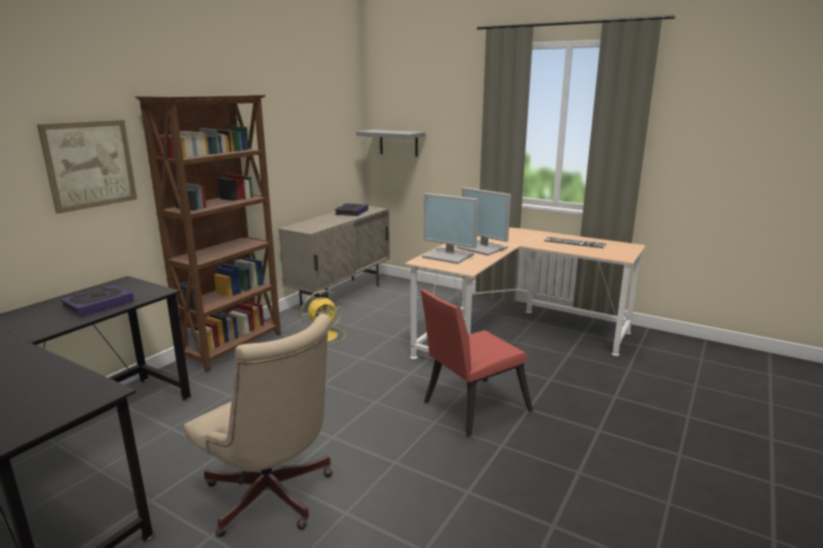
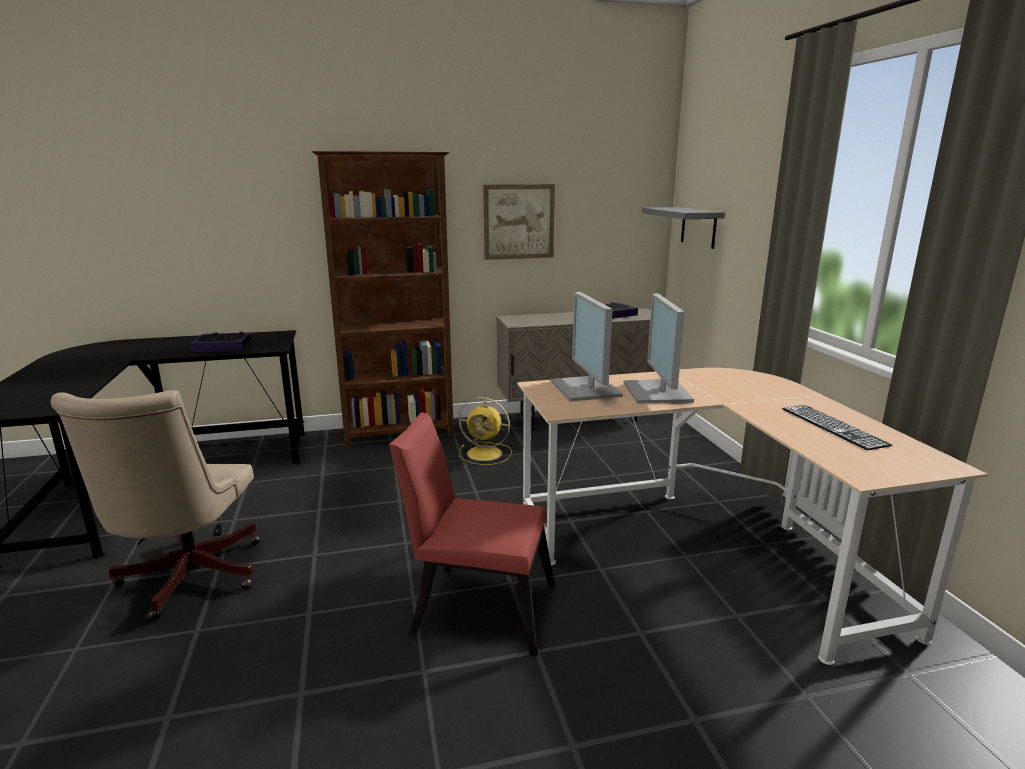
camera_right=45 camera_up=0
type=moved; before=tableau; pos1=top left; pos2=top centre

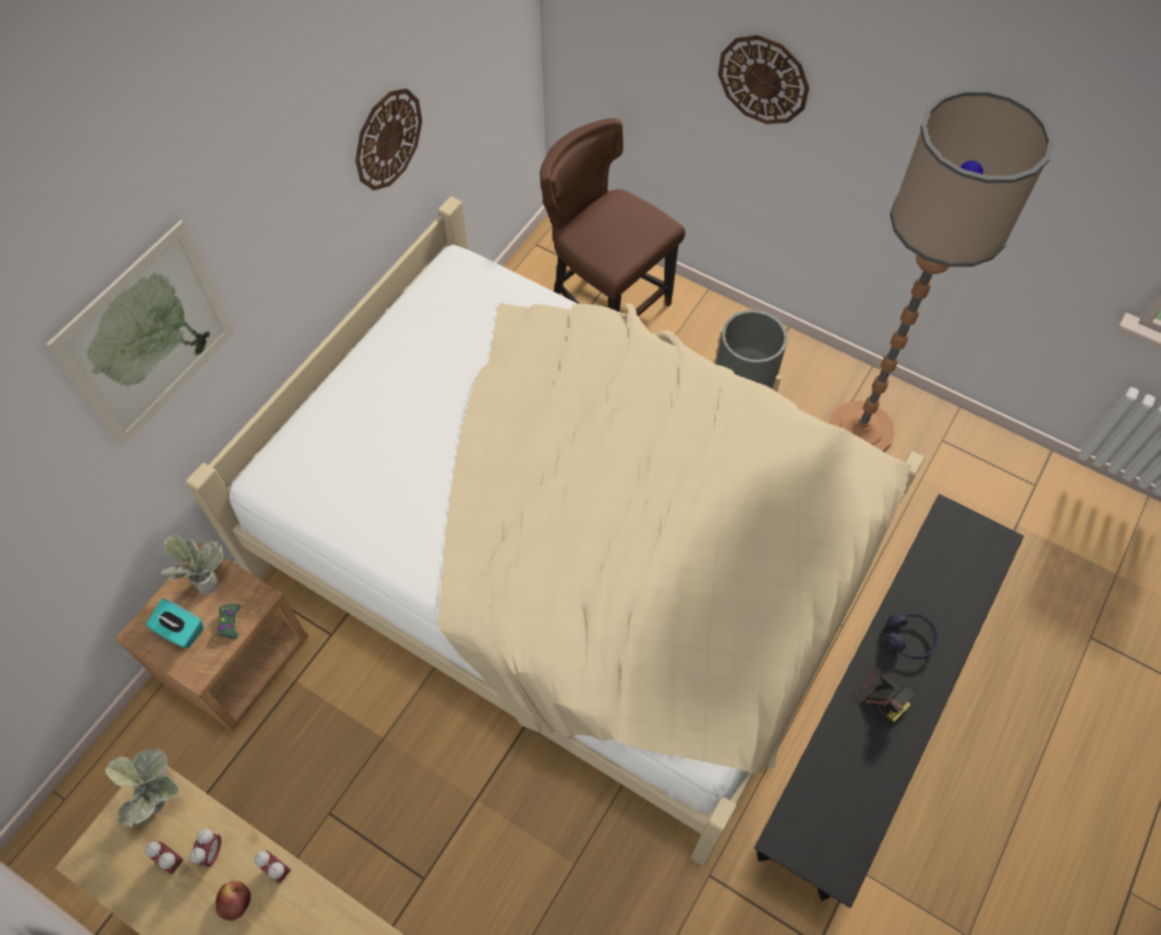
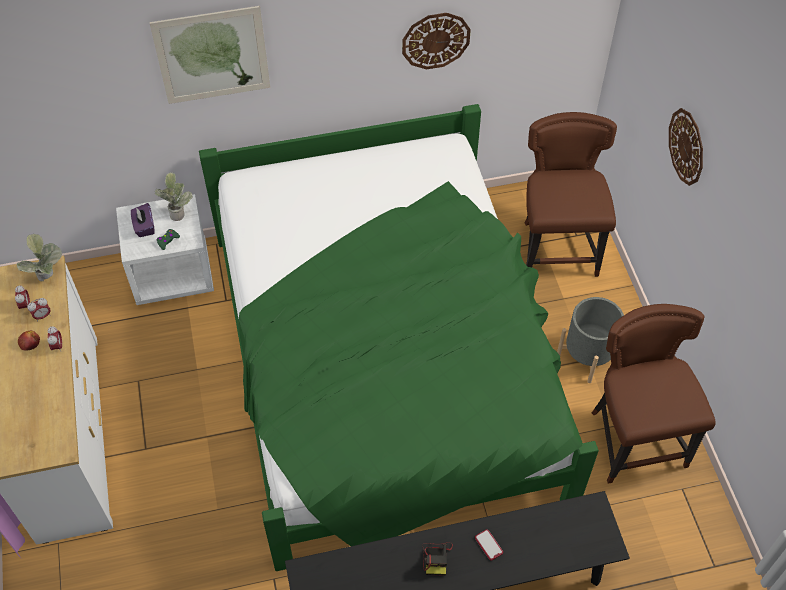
camera_right=45 camera_up=-5
type=recoloured; before=table de chevet [marron]; after=table de chevet [blanc]; pos1=bottom left; pos2=middle left
type=recoloured; before=boîte à mouchoirs [turquoise]; after=boîte à mouchoirs [violet]; pos1=middle left; pos2=middle left
type=recoloured; before=lit [beige]; after=lit [vert]; pos1=centre; pos2=centre
type=replaced; before=casque audio [violet]; after=téléphone; pos1=bottom right; pos2=bottom centre
type=replaced; before=lampadaire; after=chaise [marron] (2nd from left); pos1=top right; pos2=bottom right

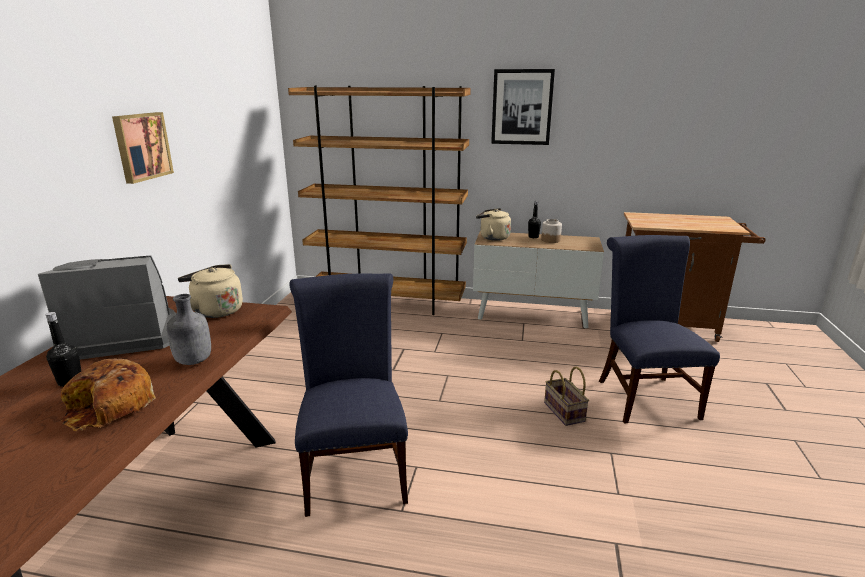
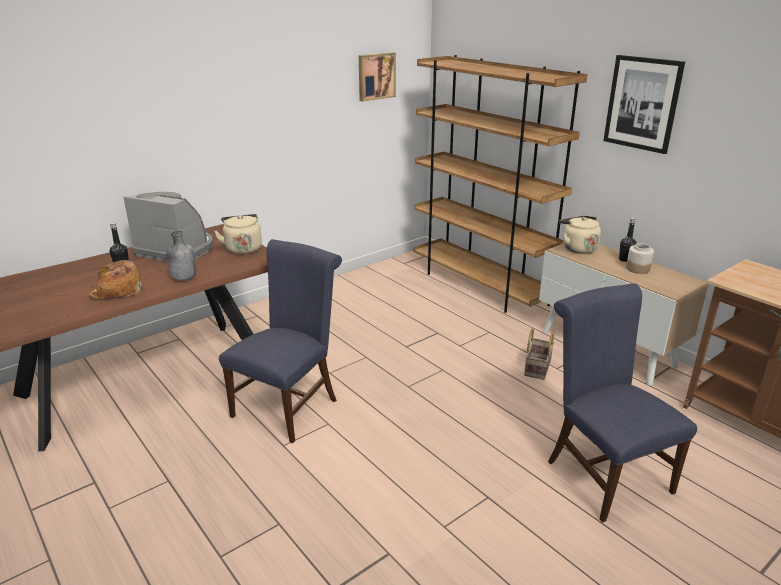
camera_right=40 camera_up=5
type=moved; before=tableau (1st from left); pos1=top left; pos2=top centre
type=moved; before=panier; pos1=bottom centre; pos2=middle right
type=turned; before=chaise [bleu] (2nd from left); pos1=middle right; pos2=bottom right; turn=-60

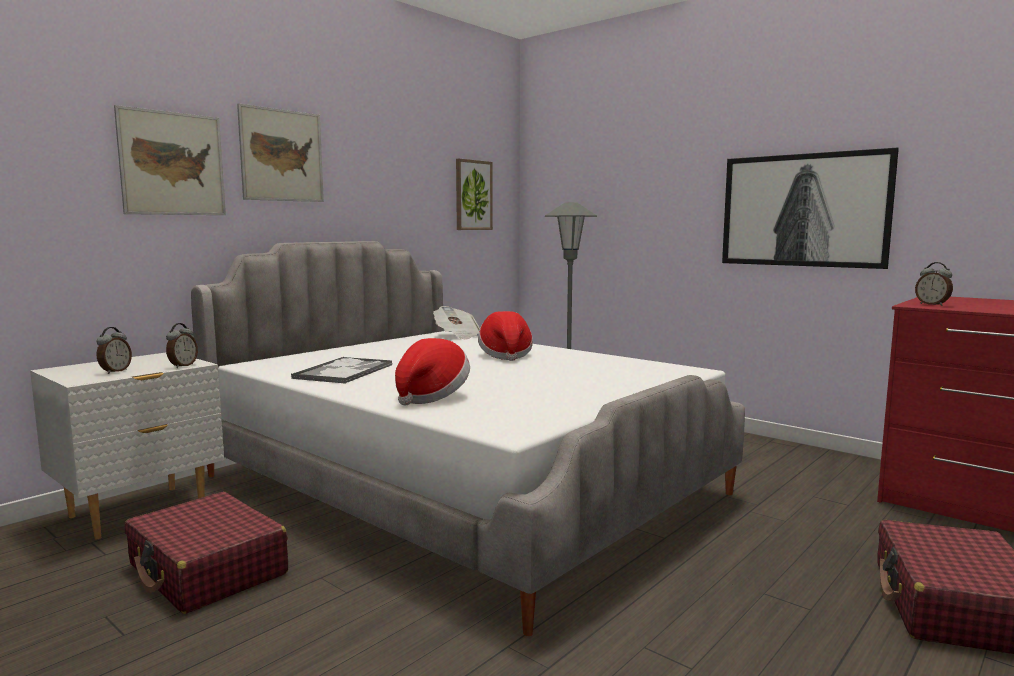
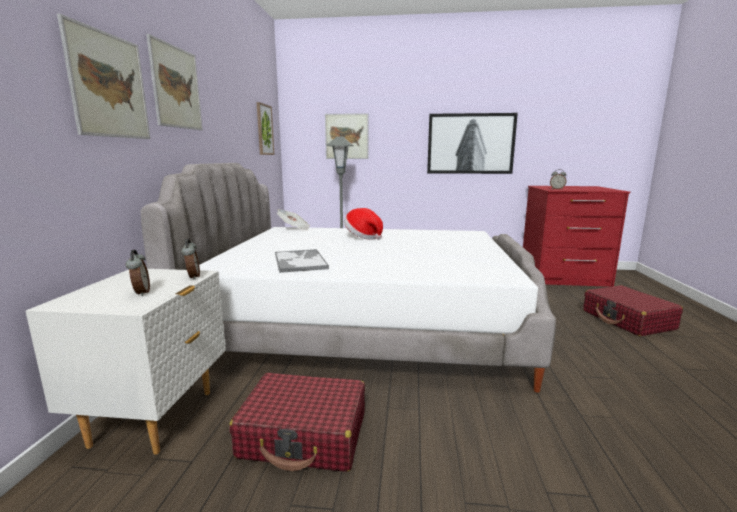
camera_right=-35 camera_up=5
type=added; after=tableau (4th from left); pos2=top centre
type=removed; before=chapeau (1st from left); pos1=centre

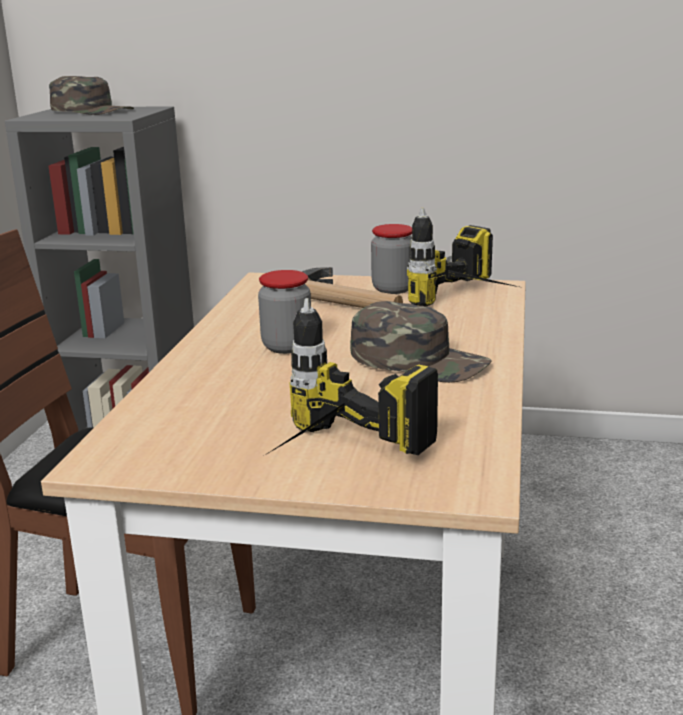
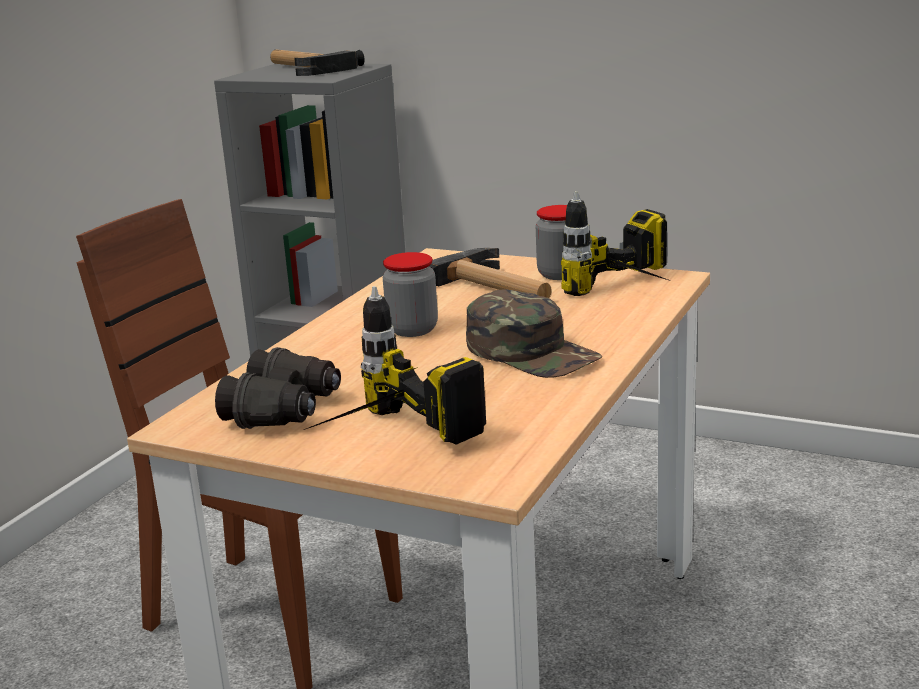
camera_right=15 camera_up=0
type=added; after=jumelles [noir]; pos2=middle left
type=replaced; before=casquette [vert] (1st from left); after=marteau (1st from left); pos1=top left; pos2=top centre

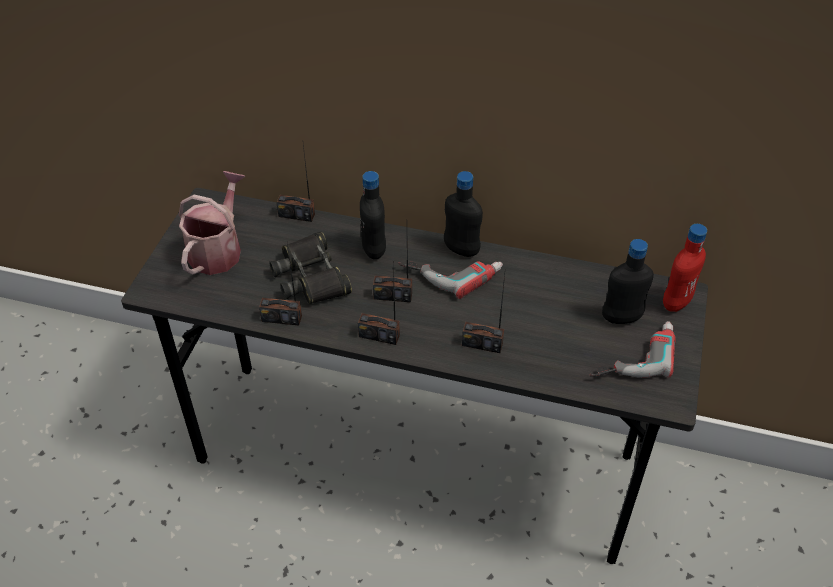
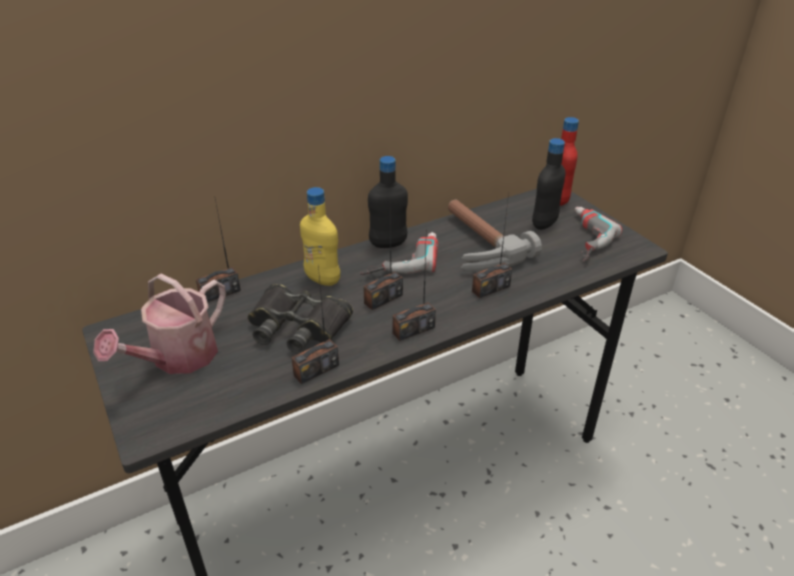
camera_right=-45 camera_up=-10
type=turned; before=arrosoir; pos1=middle left; pos2=middle left; turn=-120
type=recoloured; before=bouteille [noir] (1st from left); after=bouteille [jaune]; pos1=centre; pos2=centre
type=added; after=marteau; pos2=centre

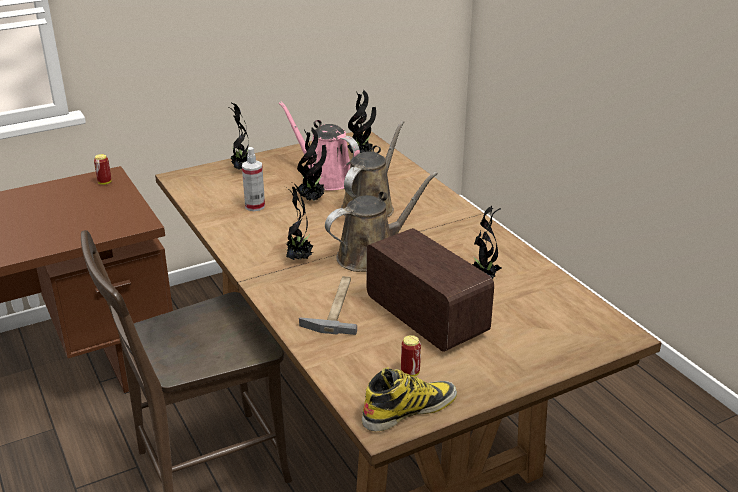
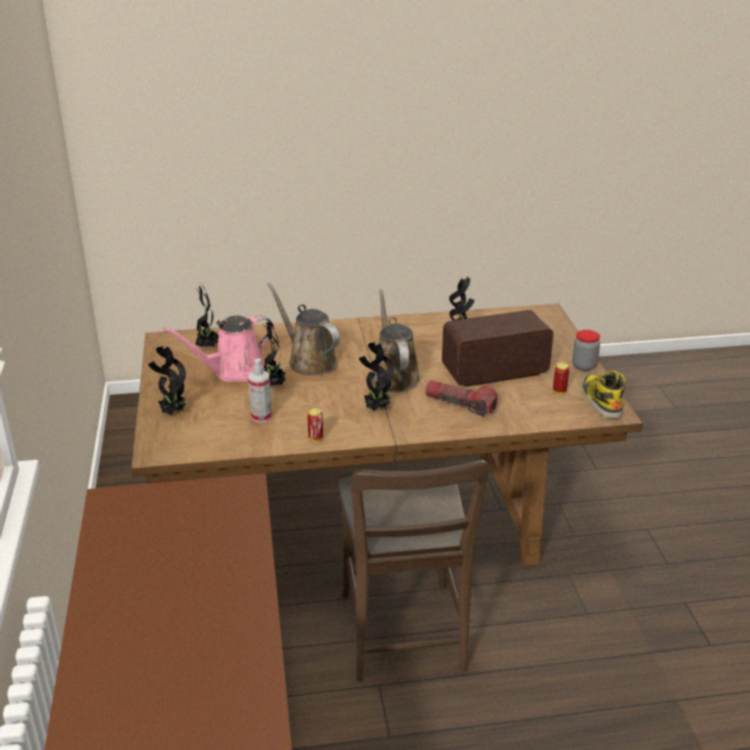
camera_right=-70 camera_up=0
type=moved; before=boîte métallique (1st from left); pos1=middle left; pos2=centre
type=replaced; before=marteau; after=lampe de poche; pos1=centre; pos2=centre
type=added; after=bocal; pos2=middle right

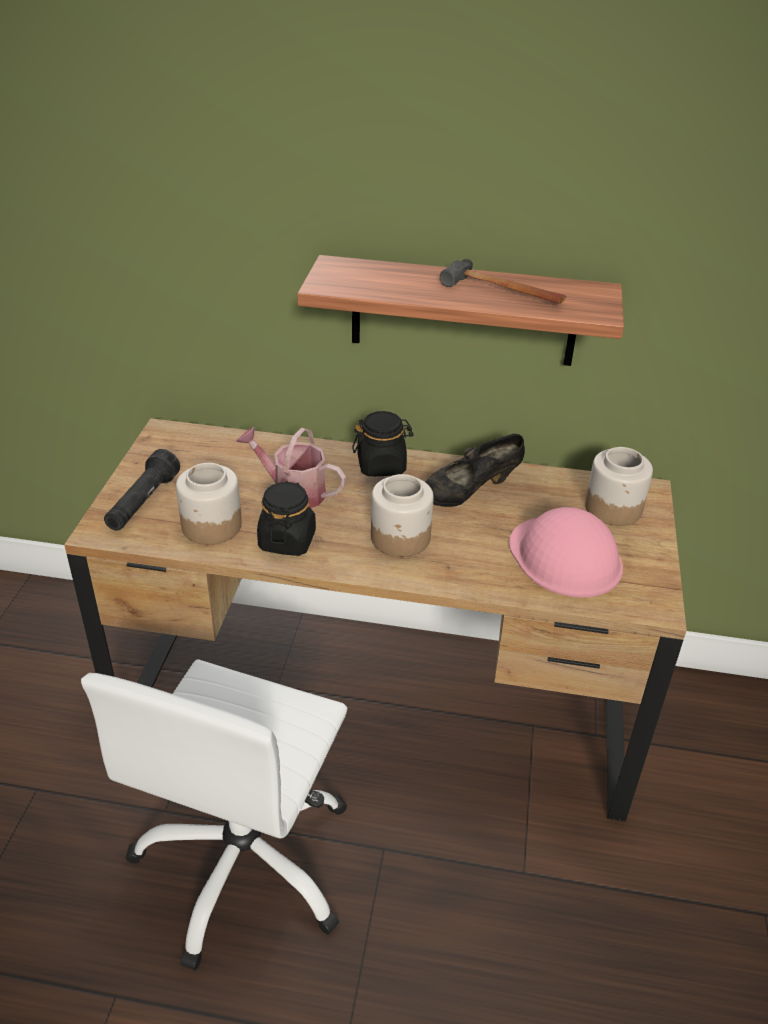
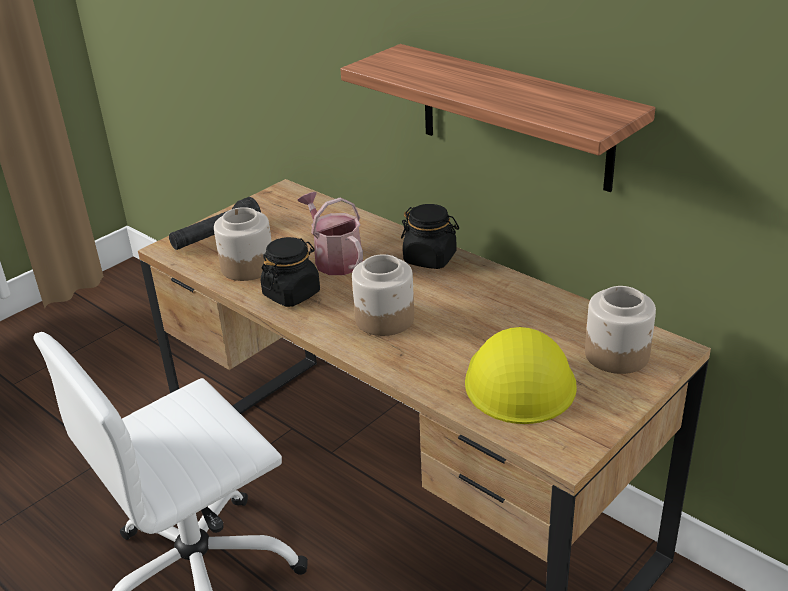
camera_right=35 camera_up=-5
type=recoloured; before=casque de chantier [rose]; after=casque de chantier [jaune]; pos1=middle right; pos2=centre
type=removed; before=chaussure [noir]; pos1=centre
type=removed; before=marteau; pos1=top centre

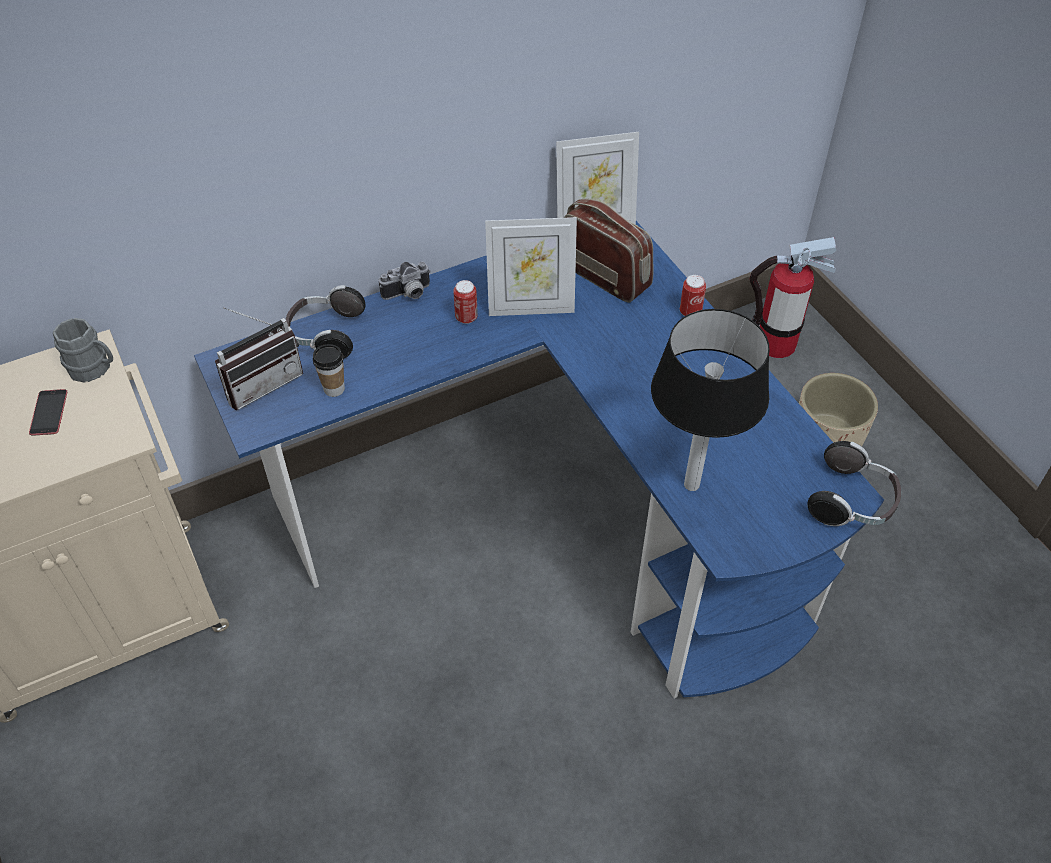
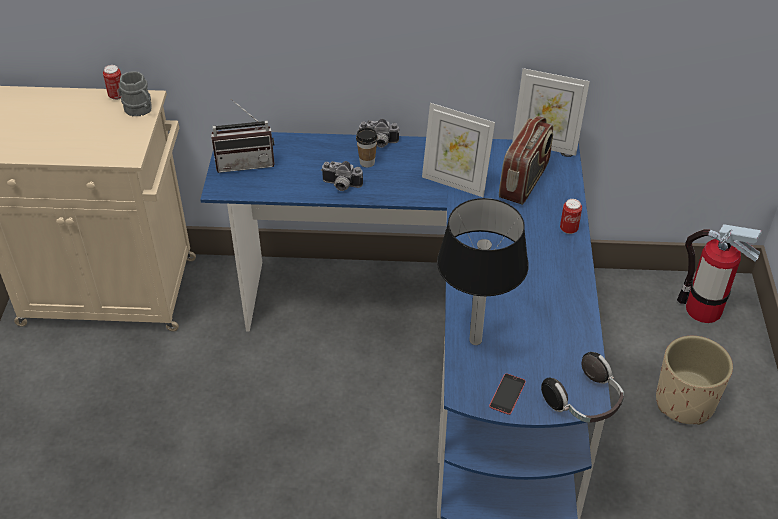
camera_right=30 camera_up=-5
type=moved; before=boîte métallique (1st from left); pos1=centre; pos2=top left
type=added; after=appareil photo (1st from left); pos2=centre
type=moved; before=tasse; pos1=middle left; pos2=top centre
type=moved; before=téléphone; pos1=middle left; pos2=bottom centre
type=turned; before=radio (2nd from left); pos1=top centre; pos2=top right; turn=45
type=removed; before=casque audio (1st from left); pos1=middle left

